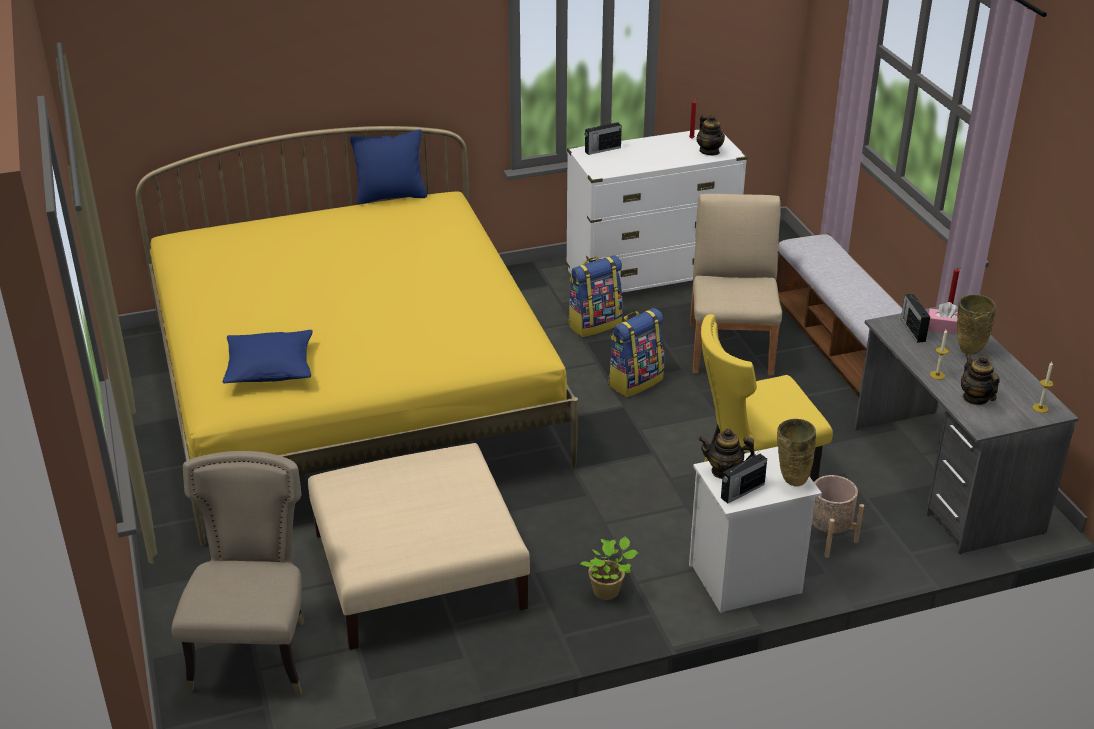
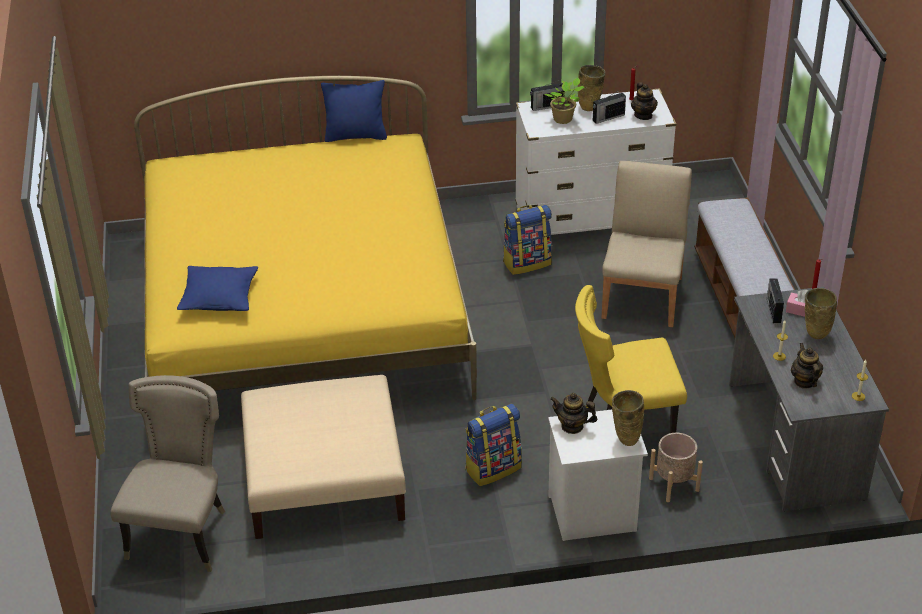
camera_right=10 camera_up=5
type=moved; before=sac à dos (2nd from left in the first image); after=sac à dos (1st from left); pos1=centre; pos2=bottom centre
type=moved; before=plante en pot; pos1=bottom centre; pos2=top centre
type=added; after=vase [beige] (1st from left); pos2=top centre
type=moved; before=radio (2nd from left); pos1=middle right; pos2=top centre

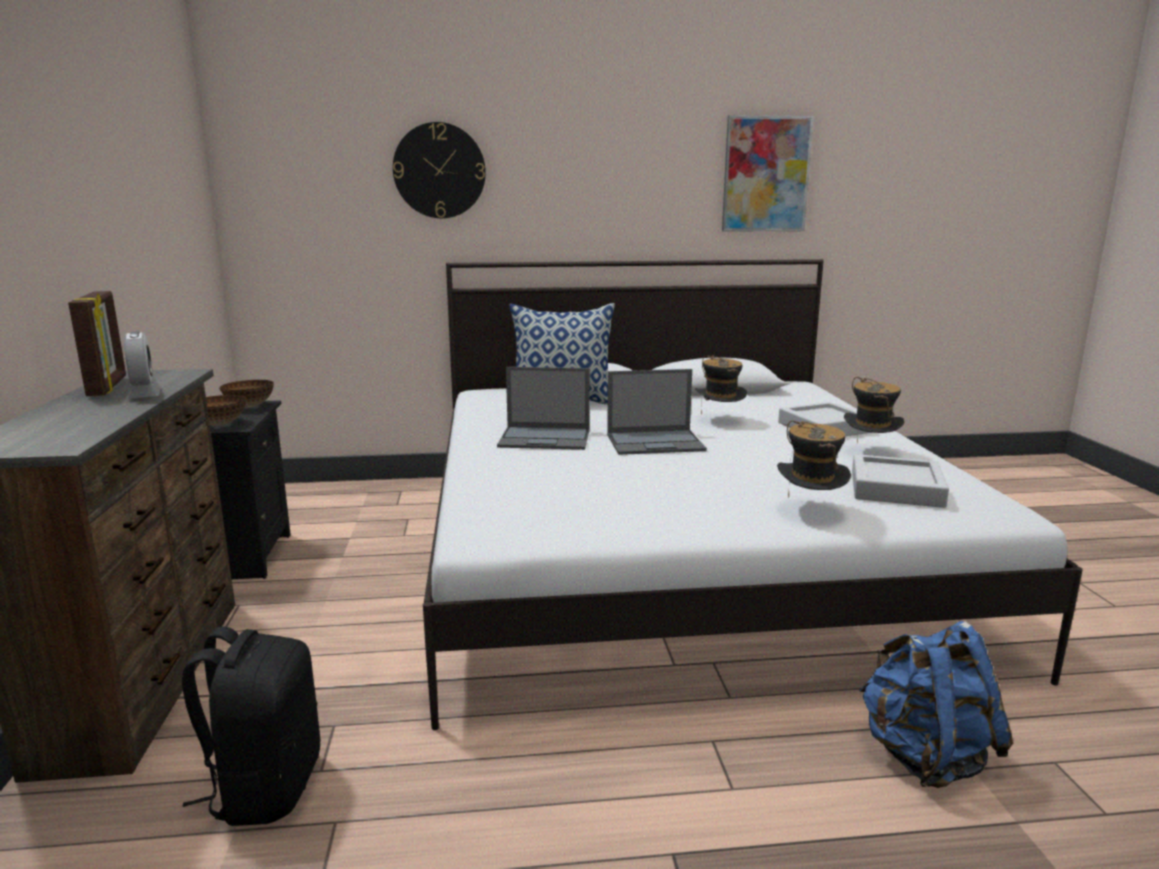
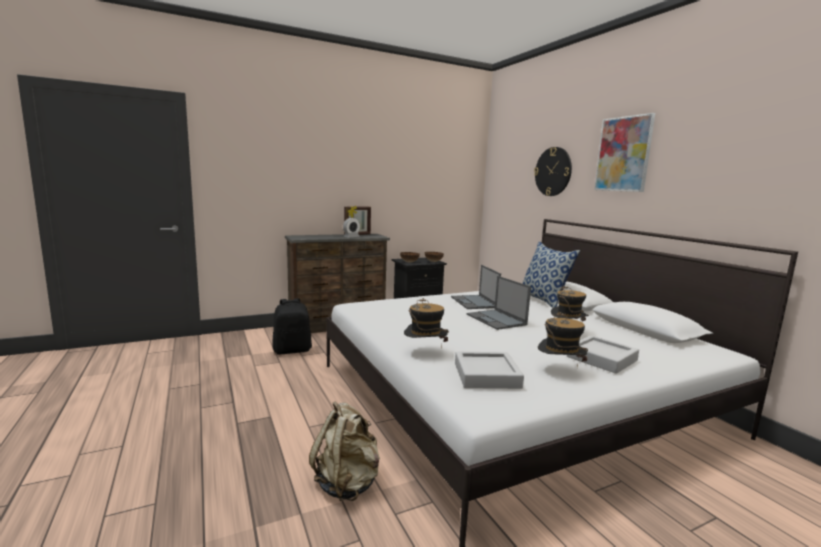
camera_right=70 camera_up=-5
type=recoloured; before=sac à dos [bleu]; after=sac à dos [beige]; pos1=bottom right; pos2=bottom centre
type=moved; before=tableau; pos1=top centre; pos2=top right

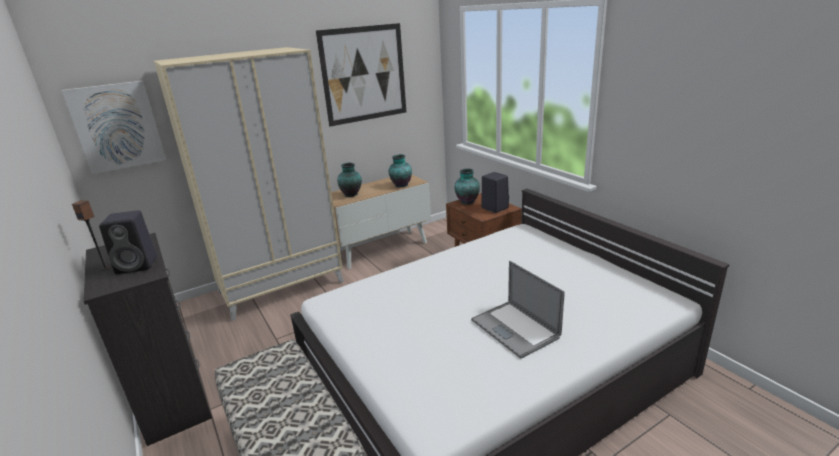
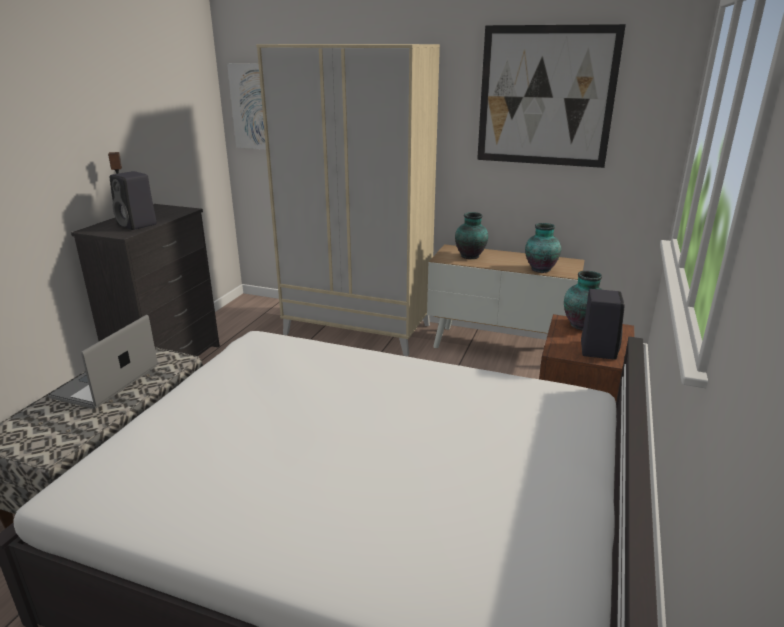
camera_right=50 camera_up=0
type=moved; before=ordinateur portable; pos1=bottom centre; pos2=middle left

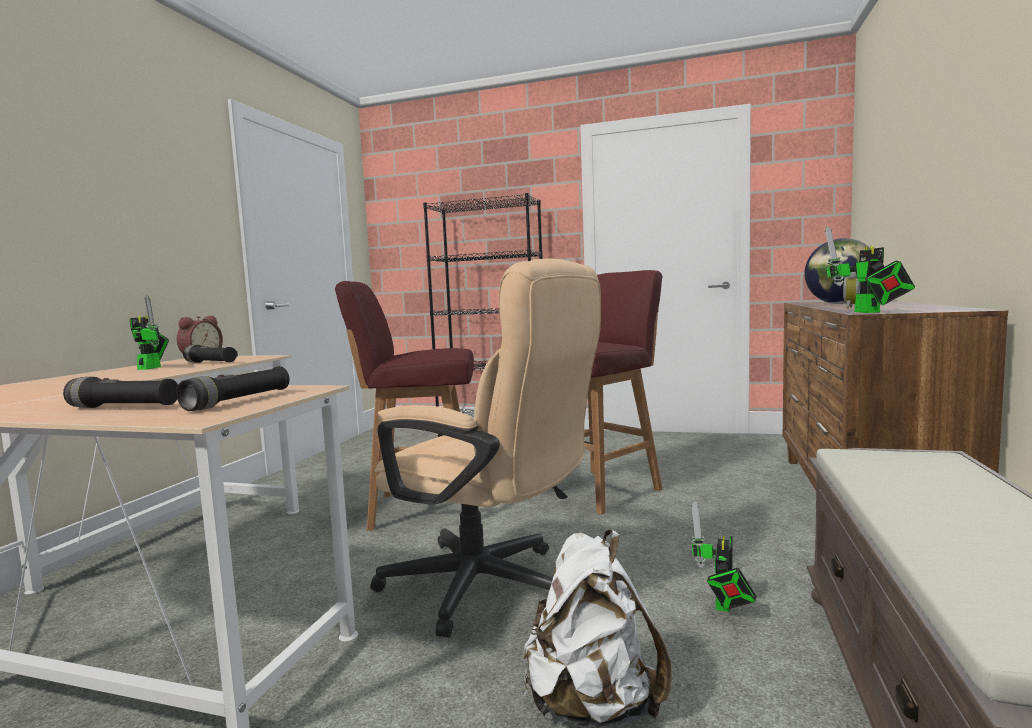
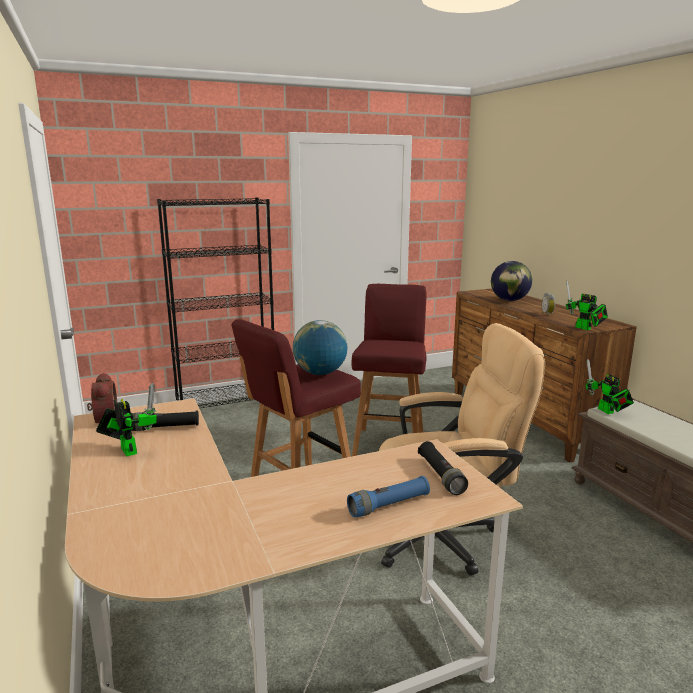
camera_right=-40 camera_up=10
type=added; after=globe (1st from left); pos2=centre
type=recoloured; before=lampe de poche [noir] (1st from left); after=lampe de poche [bleu]; pos1=middle left; pos2=bottom centre
type=moved; before=robot jouet (2nd from left in the first image); after=robot jouet (3rd from left); pos1=bottom right; pos2=middle right
type=removed; before=sac à dos [blanc]; pos1=bottom centre

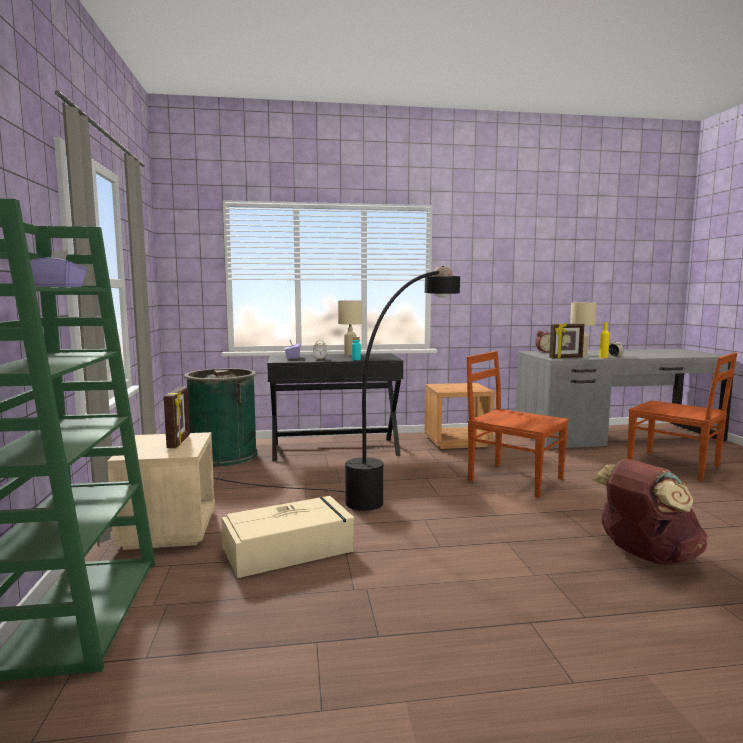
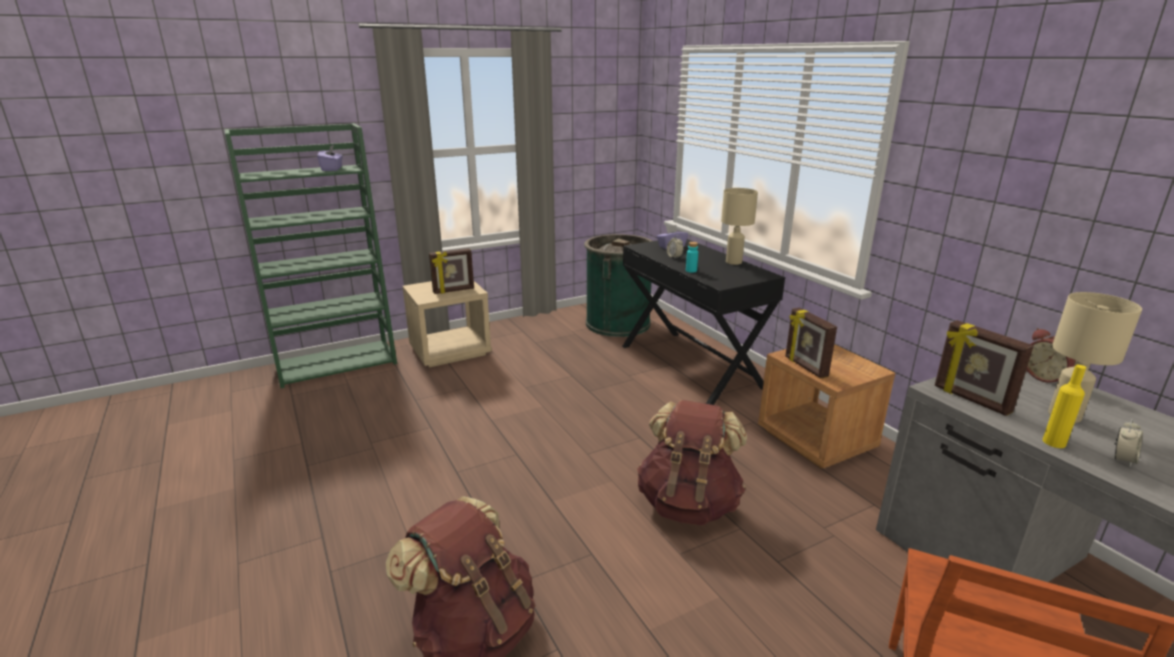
camera_right=70 camera_up=15
type=replaced; before=chaise [marron] (1st from left); after=sac à dos [marron] (2nd from left); pos1=middle right; pos2=bottom centre
type=added; after=cadre photo (2nd from left); pos2=middle right
type=removed; before=lampadaire [noir]; pos1=centre
type=removed; before=boîte de rangement [beige]; pos1=bottom centre

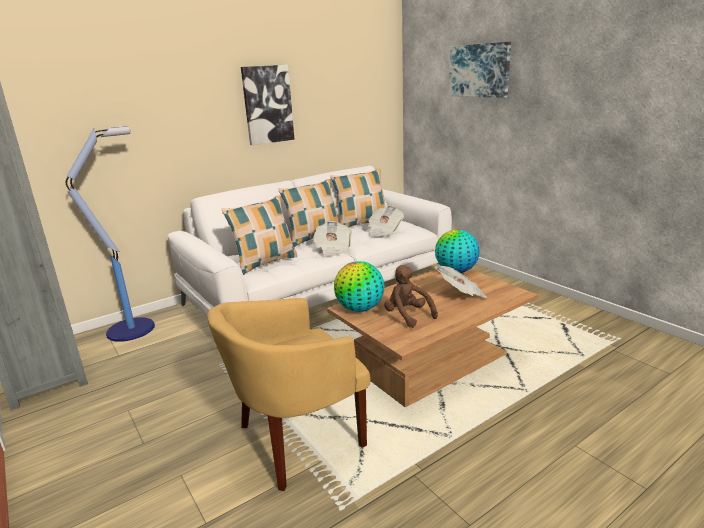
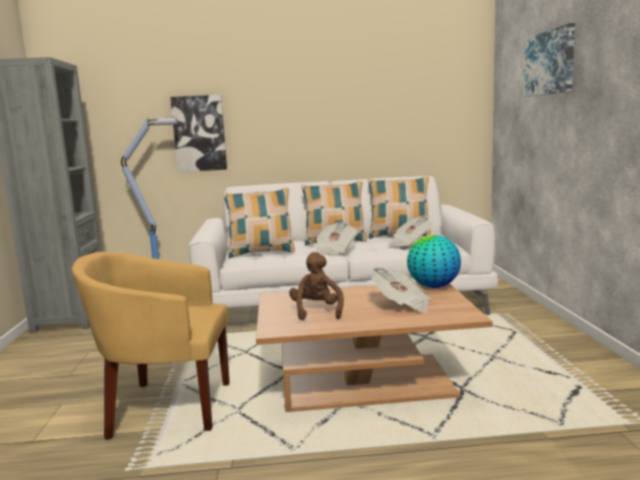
camera_right=30 camera_up=-10
type=moved; before=tableau (1st from left); pos1=top centre; pos2=top left
type=removed; before=globe (1st from left); pos1=centre

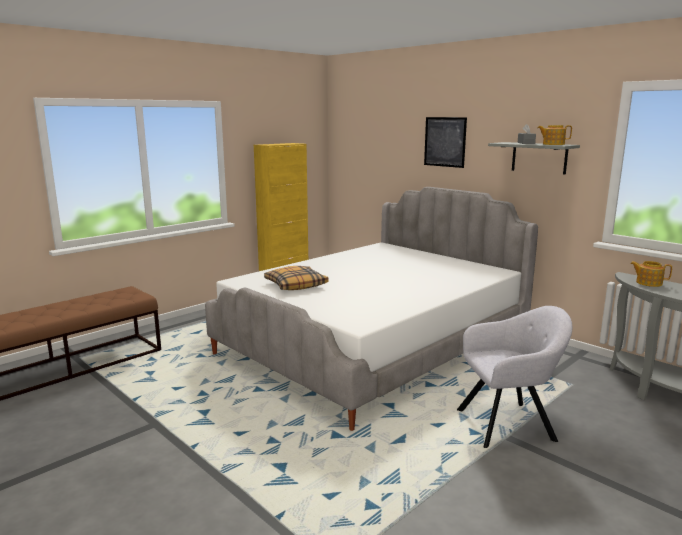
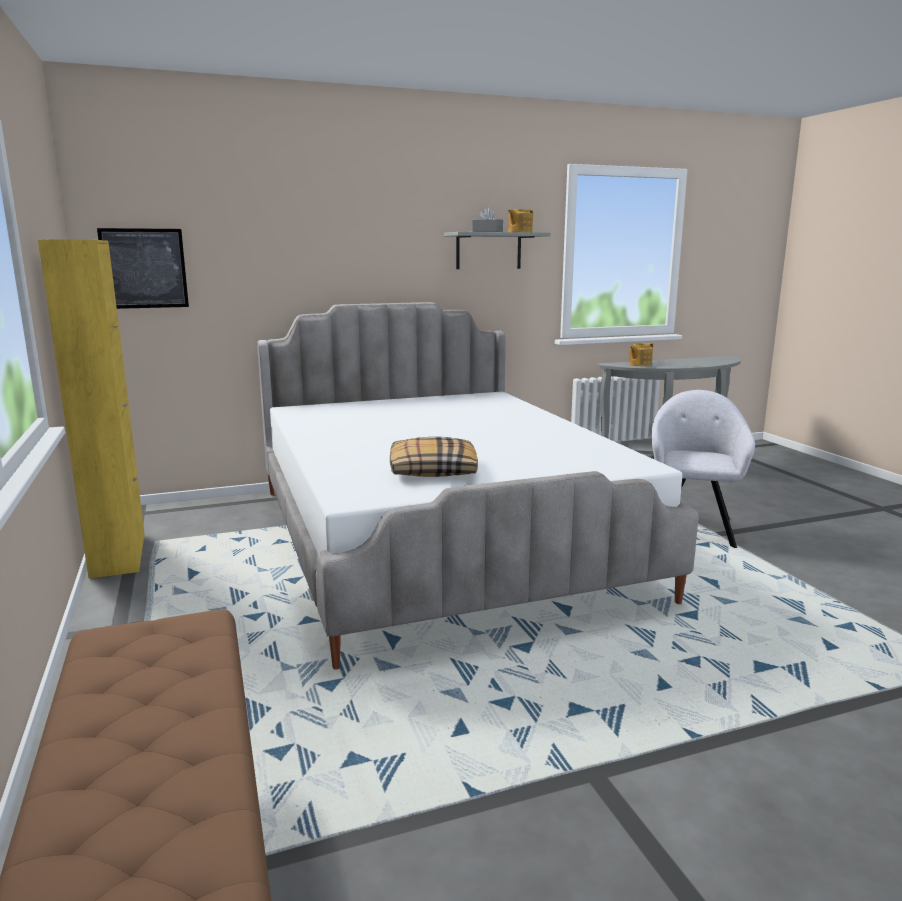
camera_right=-65 camera_up=0
type=moved; before=tableau; pos1=top centre; pos2=top left

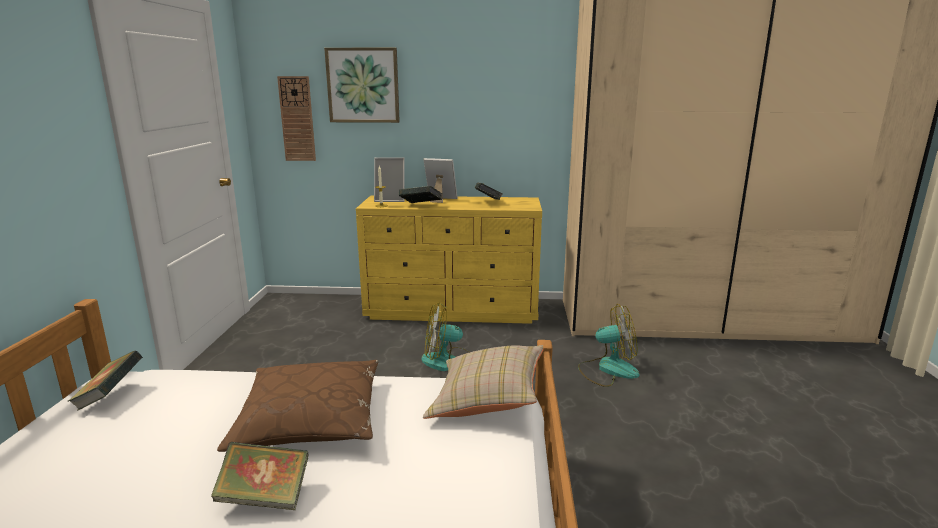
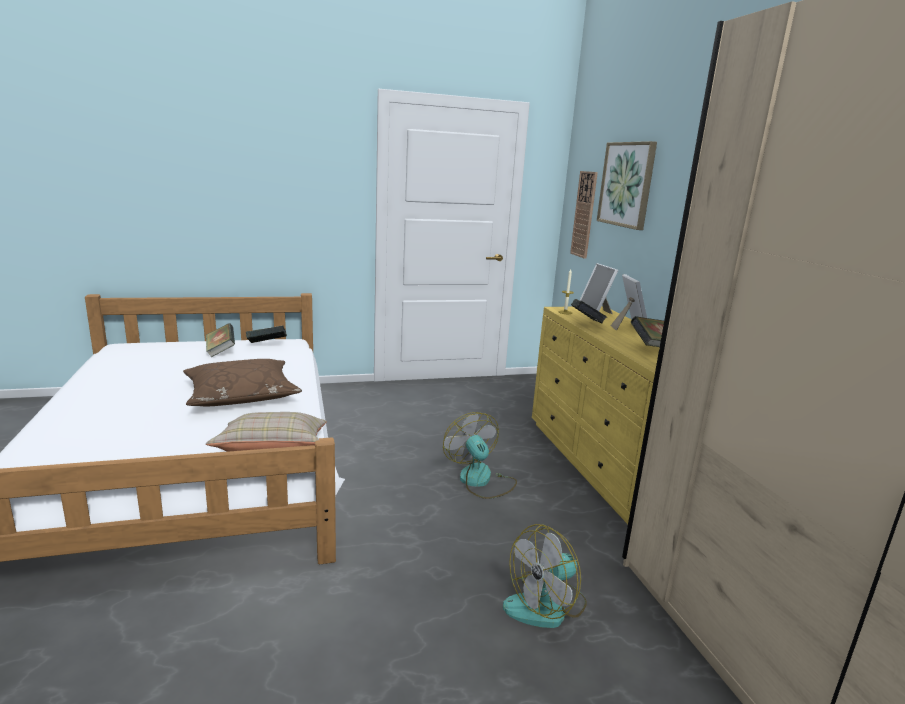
camera_right=70 camera_up=0
type=moved; before=livre (2nd from left in the first image); after=livre (1st from left); pos1=bottom left; pos2=middle left
type=turned; before=ventilateur (2nd from left); pos1=centre; pos2=bottom centre; turn=75

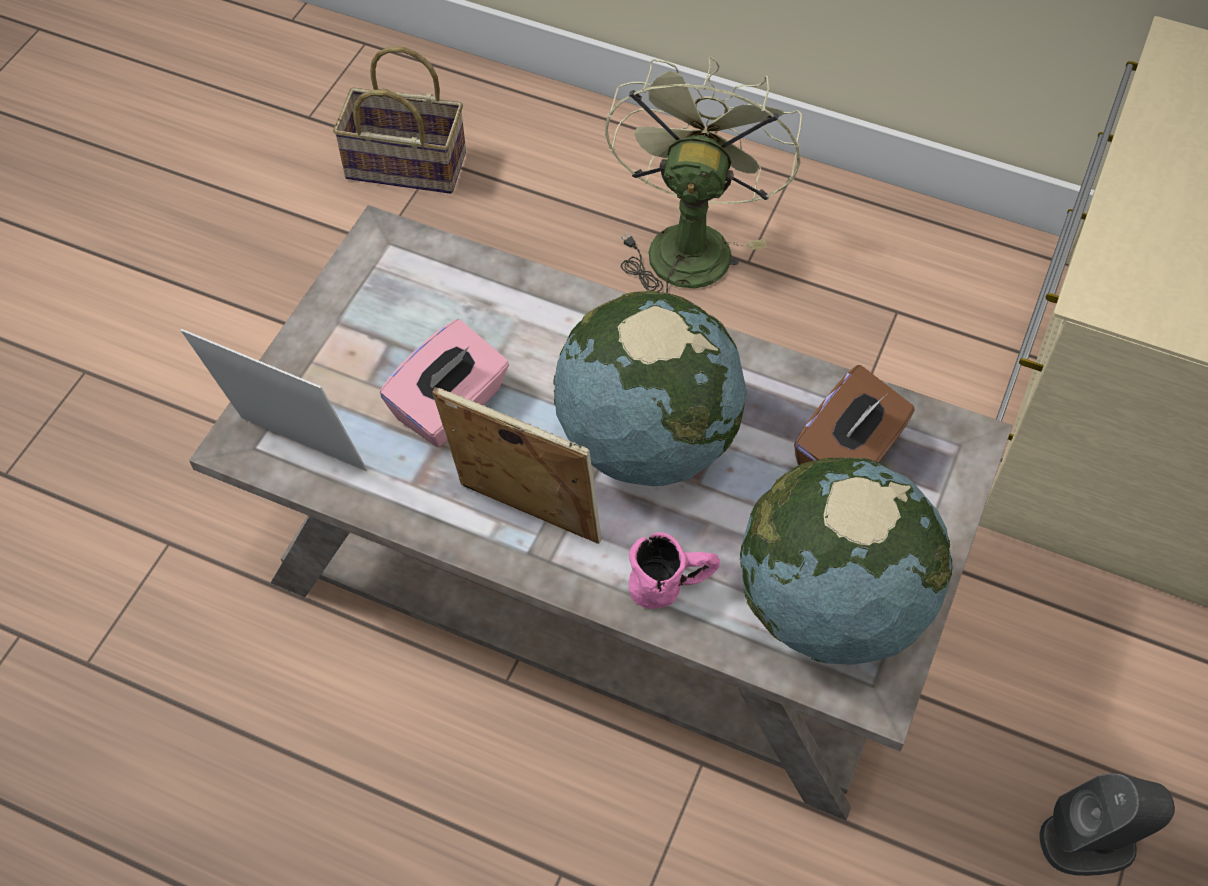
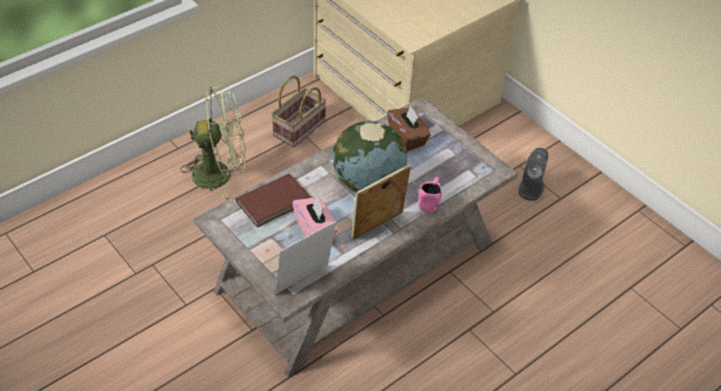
camera_right=-65 camera_up=-10
type=turned; before=ventilateur [vert]; pos1=top centre; pos2=middle left; turn=135
type=added; after=livre [marron]; pos2=centre
type=moved; before=panier; pos1=top left; pos2=top centre
type=removed; before=globe (2nd from left); pos1=middle right

